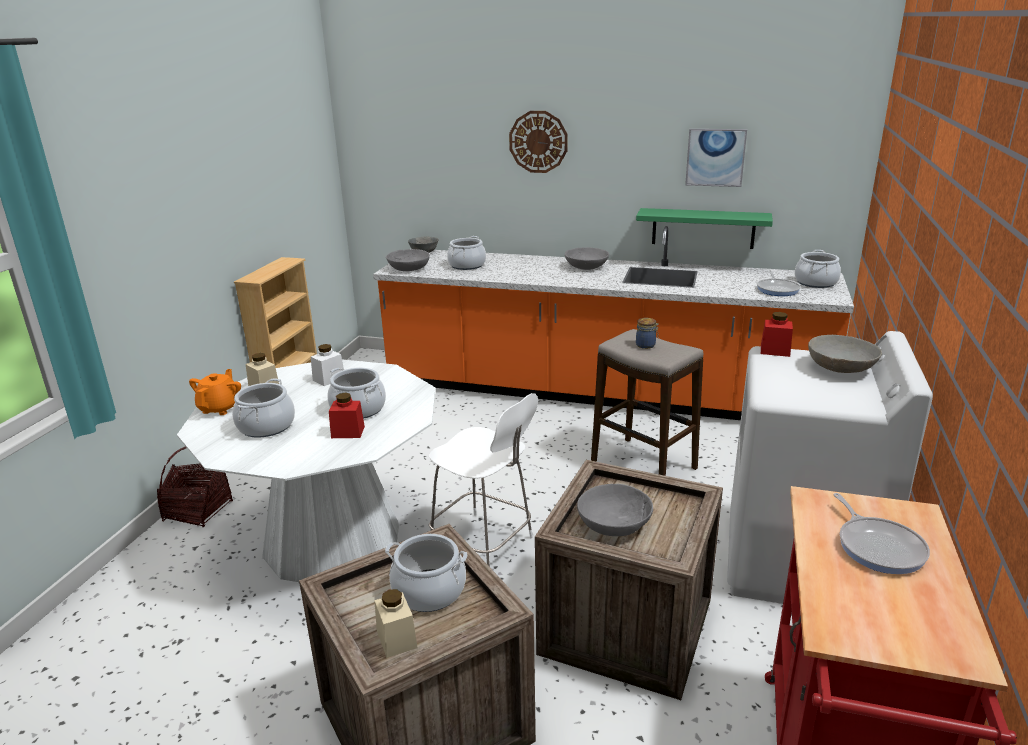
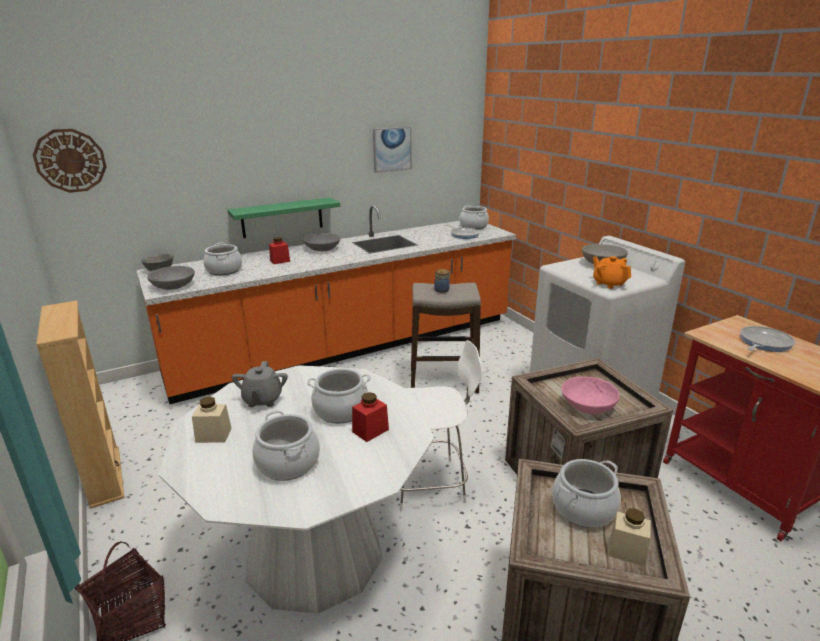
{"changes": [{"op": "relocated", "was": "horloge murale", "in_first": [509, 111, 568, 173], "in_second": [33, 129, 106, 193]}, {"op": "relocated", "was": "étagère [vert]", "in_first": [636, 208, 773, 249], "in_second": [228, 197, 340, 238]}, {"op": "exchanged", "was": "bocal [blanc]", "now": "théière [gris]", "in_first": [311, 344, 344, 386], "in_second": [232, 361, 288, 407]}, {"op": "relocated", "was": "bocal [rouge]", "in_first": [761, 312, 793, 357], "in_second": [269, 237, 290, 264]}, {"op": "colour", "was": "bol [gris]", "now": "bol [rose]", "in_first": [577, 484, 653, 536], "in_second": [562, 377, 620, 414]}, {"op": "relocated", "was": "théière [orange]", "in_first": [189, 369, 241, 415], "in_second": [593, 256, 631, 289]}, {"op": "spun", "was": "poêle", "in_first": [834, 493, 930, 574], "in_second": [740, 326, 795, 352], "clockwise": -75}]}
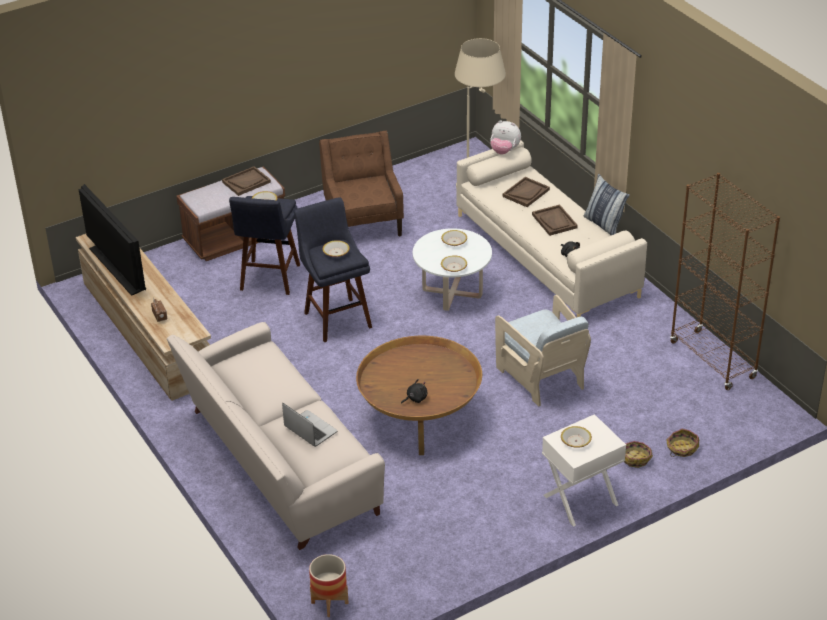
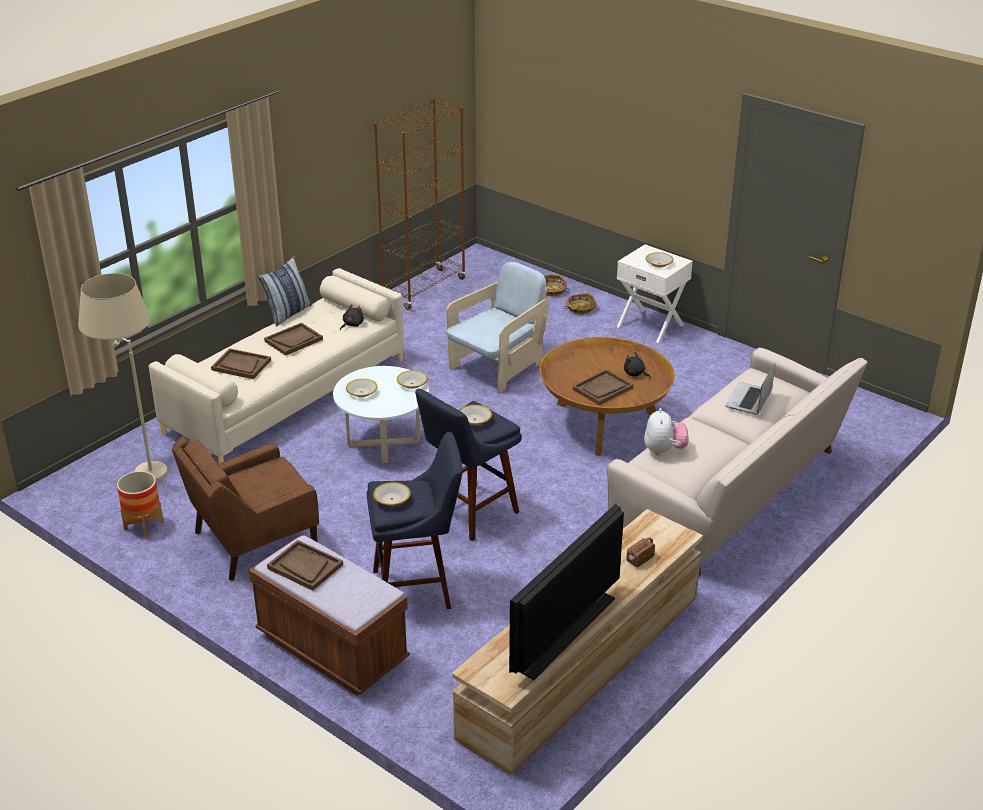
{"changes": [{"op": "relocated", "was": "cache-pot", "in_first": [309, 554, 349, 617], "in_second": [117, 471, 164, 538]}, {"op": "appeared", "now": "plateau [marron]", "in_second": [573, 369, 633, 405]}, {"op": "relocated", "was": "peluche", "in_first": [490, 120, 521, 155], "in_second": [644, 408, 689, 456]}]}
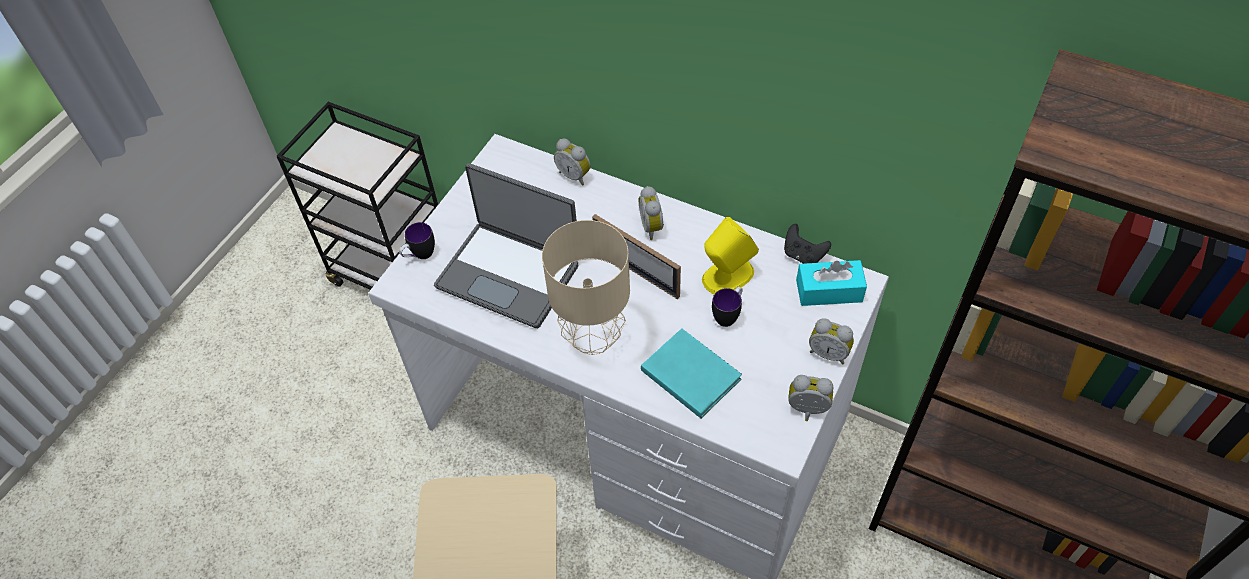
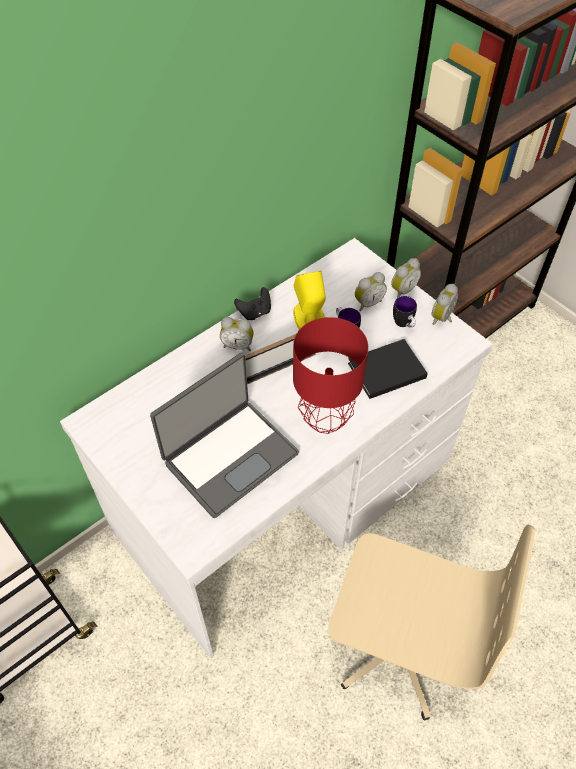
{"changes": [{"op": "relocated", "was": "manette [noir]", "in_first": [784, 224, 831, 264], "in_second": [234, 287, 271, 320]}, {"op": "colour", "was": "lampe de table [beige]", "now": "lampe de table [rouge]", "in_first": [542, 220, 630, 355], "in_second": [293, 317, 368, 434]}, {"op": "colour", "was": "livre [turquoise]", "now": "livre [noir]", "in_first": [641, 328, 742, 418], "in_second": [348, 339, 428, 399]}, {"op": "relocated", "was": "réveil", "in_first": [554, 139, 590, 186], "in_second": [355, 272, 387, 311]}, {"op": "relocated", "was": "mug", "in_first": [399, 222, 435, 259], "in_second": [393, 296, 417, 328]}, {"op": "missing", "was": "boîte à mouchoirs [turquoise]", "in_first": [796, 260, 867, 306]}]}
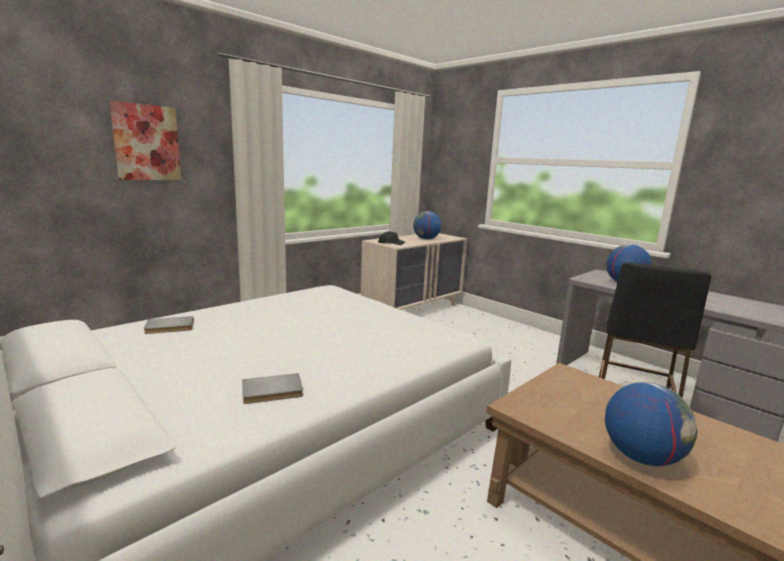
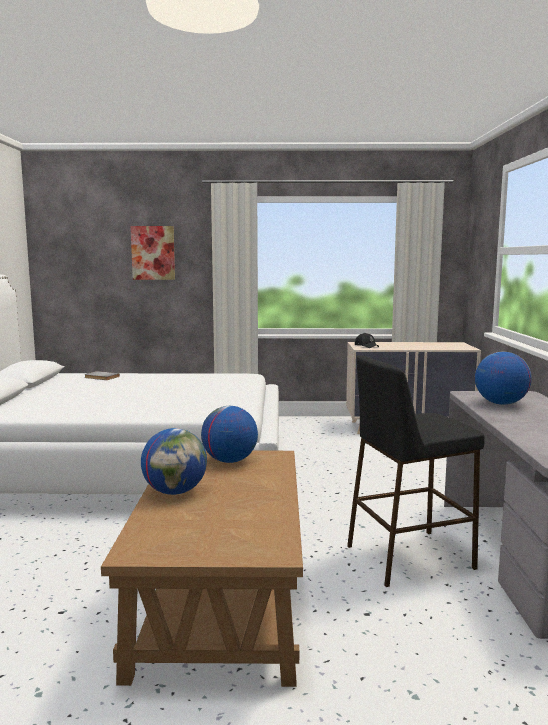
{"changes": [{"op": "relocated", "was": "globe", "in_first": [413, 211, 442, 240], "in_second": [201, 406, 258, 463]}, {"op": "missing", "was": "livre [gris]", "in_first": [242, 373, 303, 404]}]}
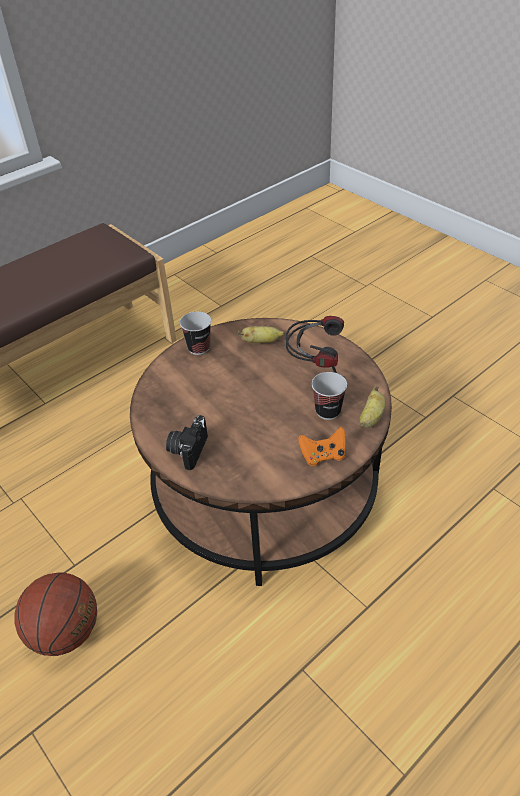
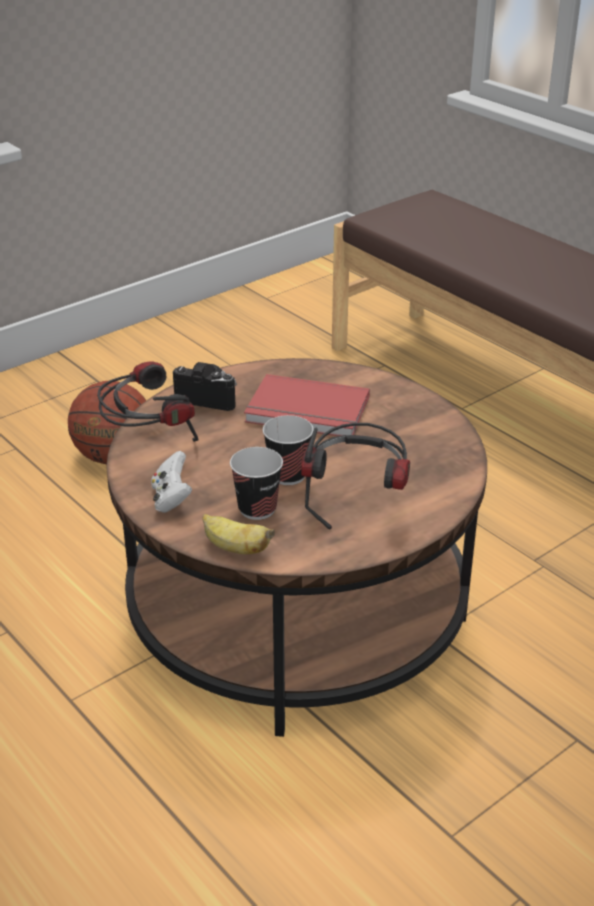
{"changes": [{"op": "appeared", "now": "casque audio", "in_second": [97, 361, 199, 442]}, {"op": "colour", "was": "manette [orange]", "now": "manette [blanc]", "in_first": [298, 427, 346, 466], "in_second": [151, 451, 192, 513]}, {"op": "appeared", "now": "livre [rouge]", "in_second": [244, 374, 370, 436]}, {"op": "relocated", "was": "tasse", "in_first": [180, 312, 211, 355], "in_second": [263, 415, 314, 485]}, {"op": "missing", "was": "banane", "in_first": [238, 326, 284, 343]}]}
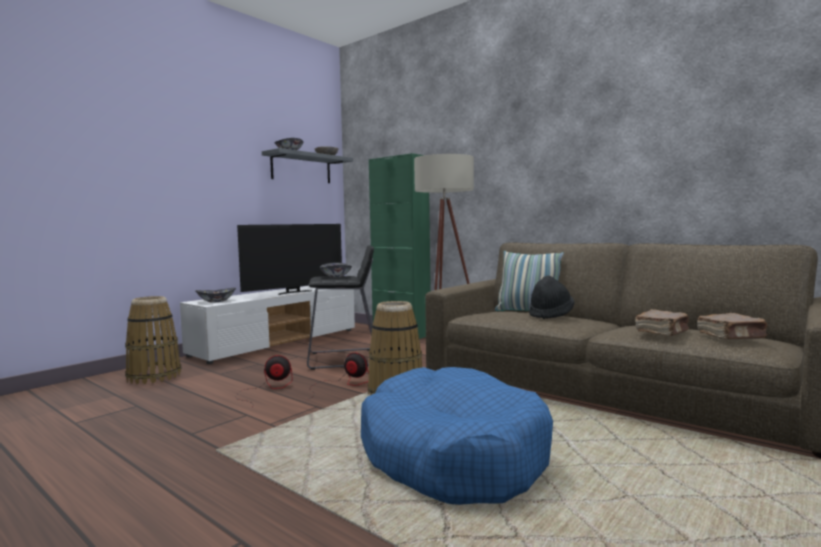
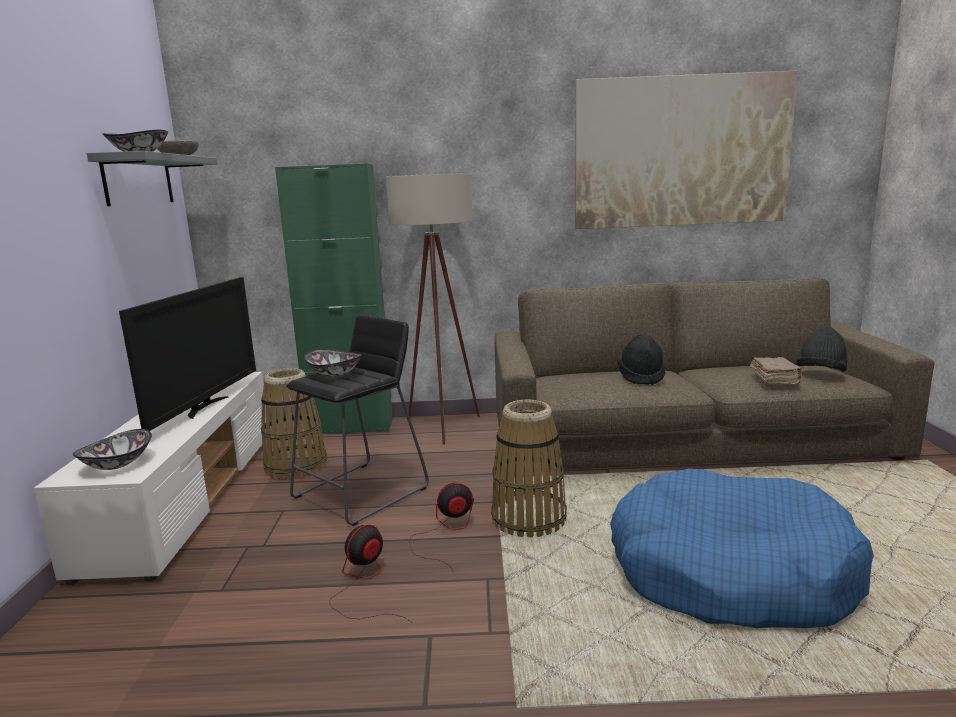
{"changes": [{"op": "relocated", "was": "panier", "in_first": [125, 296, 182, 384], "in_second": [261, 368, 327, 480]}, {"op": "appeared", "now": "tableau", "in_second": [575, 71, 798, 229]}, {"op": "exchanged", "was": "livre [marron]", "now": "chapeau [noir]", "in_first": [697, 313, 767, 340], "in_second": [796, 326, 848, 372]}, {"op": "missing", "was": "coussin", "in_first": [495, 251, 564, 311]}]}
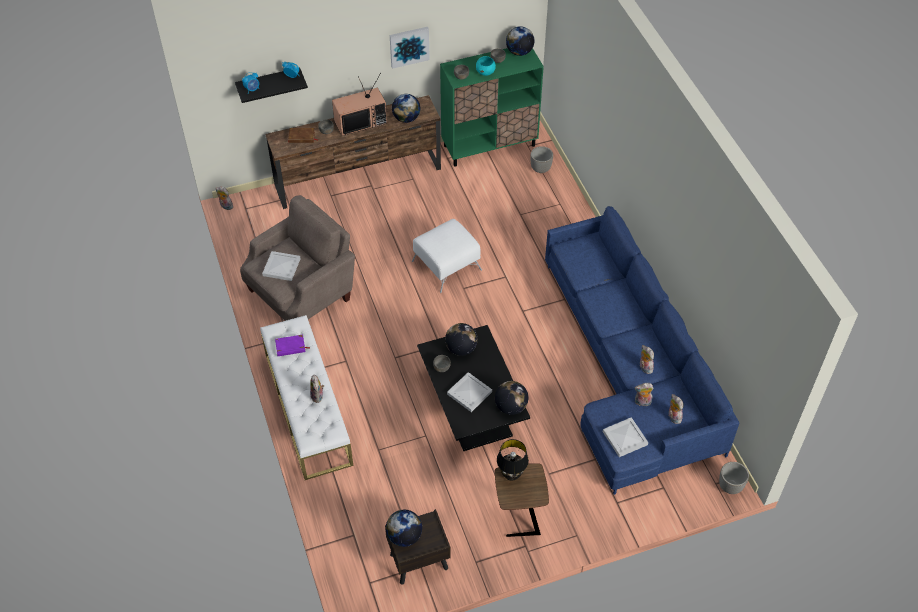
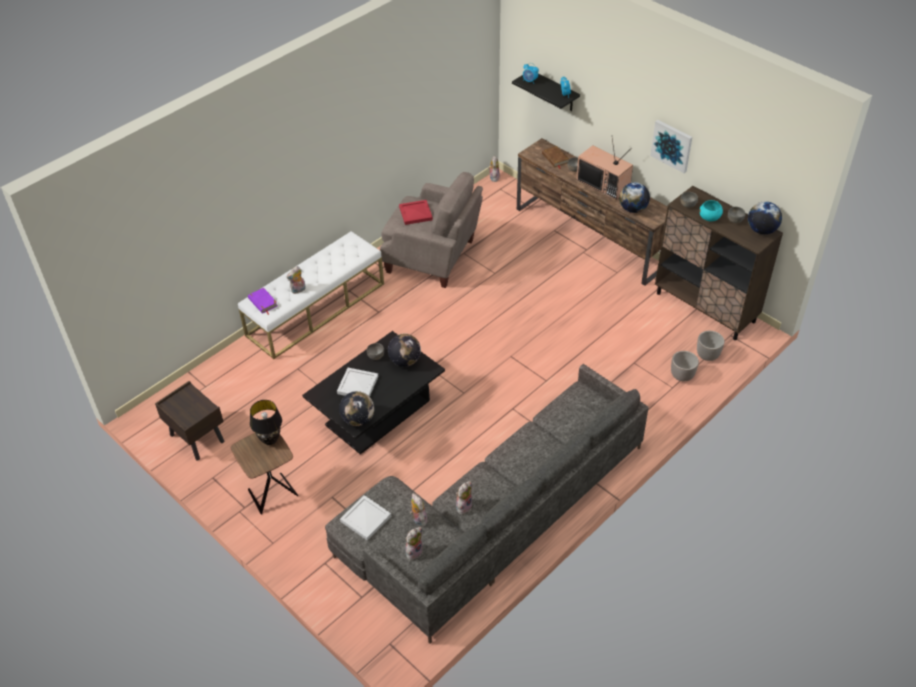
{"changes": [{"op": "relocated", "was": "livre [violet]", "in_first": [275, 335, 310, 356], "in_second": [248, 288, 278, 314]}, {"op": "colour", "was": "canapé [bleu]", "now": "canapé [gris]", "in_first": [545, 206, 740, 495], "in_second": [325, 364, 649, 644]}, {"op": "colour", "was": "plateau [blanc]", "now": "plateau [rouge]", "in_first": [262, 251, 301, 281], "in_second": [399, 200, 433, 225]}, {"op": "colour", "was": "meuble de rangement [vert]", "now": "meuble de rangement [marron]", "in_first": [440, 48, 544, 166], "in_second": [655, 186, 783, 340]}, {"op": "relocated", "was": "cache-pot", "in_first": [719, 462, 749, 494], "in_second": [671, 351, 699, 381]}, {"op": "missing", "was": "globe", "in_first": [386, 510, 422, 547]}, {"op": "missing", "was": "pouf [blanc]", "in_first": [412, 219, 482, 293]}]}
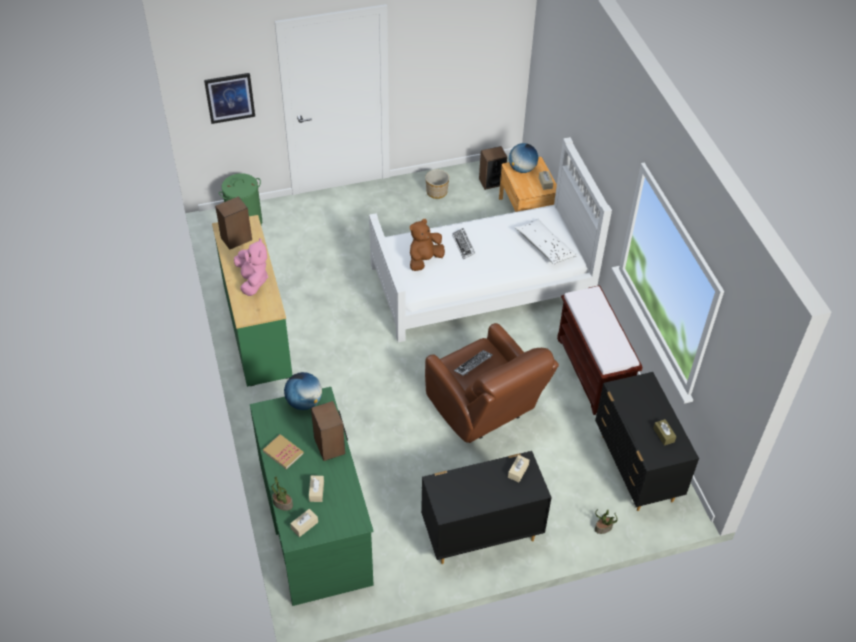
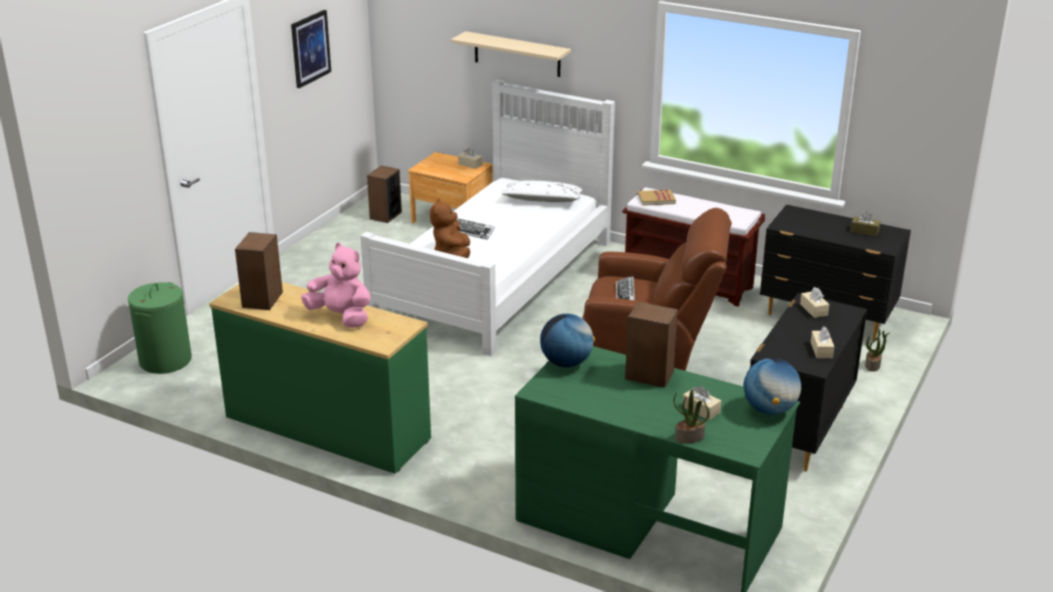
{"changes": [{"op": "relocated", "was": "tableau", "in_first": [204, 73, 255, 124], "in_second": [291, 10, 331, 88]}, {"op": "appeared", "now": "étagère [beige]", "in_second": [451, 31, 571, 77]}, {"op": "relocated", "was": "livre", "in_first": [263, 434, 304, 469], "in_second": [638, 190, 676, 206]}, {"op": "relocated", "was": "globe", "in_first": [509, 143, 538, 173], "in_second": [744, 358, 801, 415]}, {"op": "relocated", "was": "boîte à mouchoirs [beige]", "in_first": [290, 509, 318, 537], "in_second": [811, 326, 834, 358]}, {"op": "missing", "was": "cache-pot", "in_first": [425, 170, 449, 199]}]}
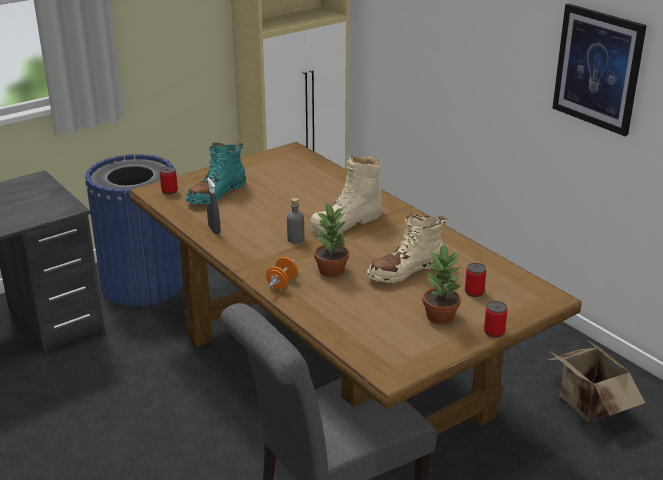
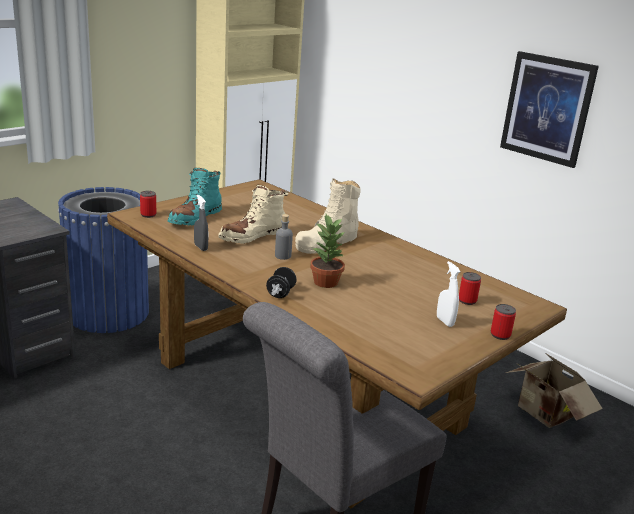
{"changes": [{"op": "relocated", "was": "botte [beige]", "in_first": [367, 213, 447, 283], "in_second": [218, 185, 288, 244]}, {"op": "colour", "was": "haltère [orange]", "now": "haltère [noir]", "in_first": [266, 257, 298, 289], "in_second": [266, 267, 297, 298]}, {"op": "exchanged", "was": "plante en pot", "now": "vaporisateur [blanc]", "in_first": [422, 245, 462, 324], "in_second": [437, 261, 460, 327]}]}
